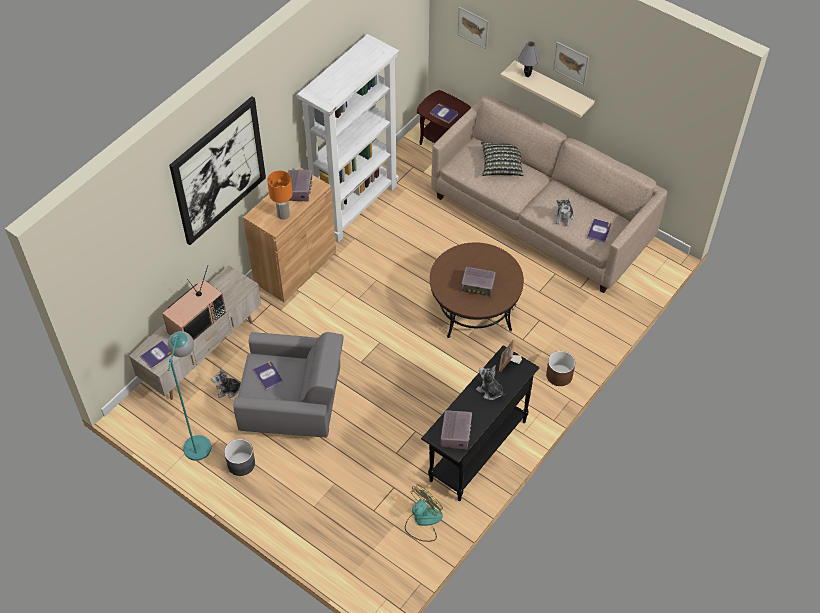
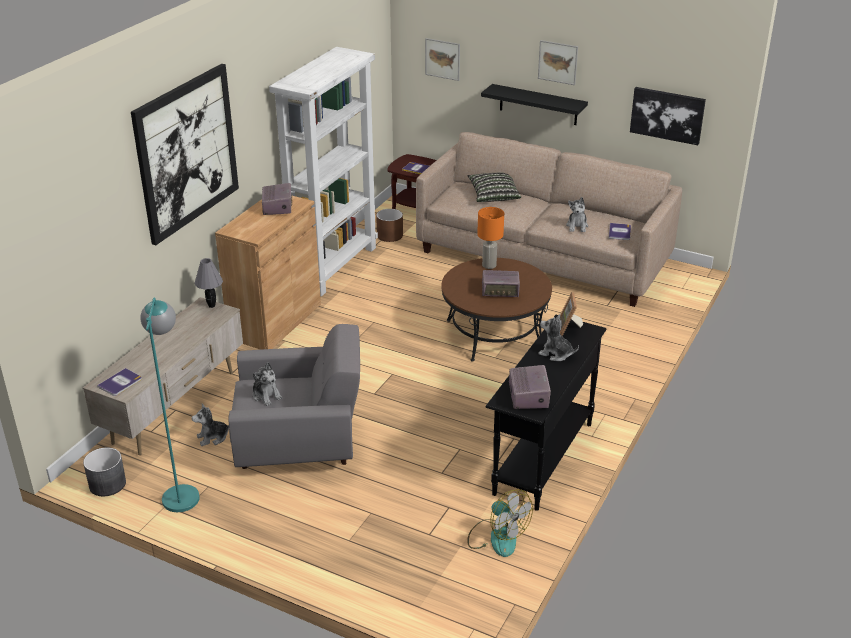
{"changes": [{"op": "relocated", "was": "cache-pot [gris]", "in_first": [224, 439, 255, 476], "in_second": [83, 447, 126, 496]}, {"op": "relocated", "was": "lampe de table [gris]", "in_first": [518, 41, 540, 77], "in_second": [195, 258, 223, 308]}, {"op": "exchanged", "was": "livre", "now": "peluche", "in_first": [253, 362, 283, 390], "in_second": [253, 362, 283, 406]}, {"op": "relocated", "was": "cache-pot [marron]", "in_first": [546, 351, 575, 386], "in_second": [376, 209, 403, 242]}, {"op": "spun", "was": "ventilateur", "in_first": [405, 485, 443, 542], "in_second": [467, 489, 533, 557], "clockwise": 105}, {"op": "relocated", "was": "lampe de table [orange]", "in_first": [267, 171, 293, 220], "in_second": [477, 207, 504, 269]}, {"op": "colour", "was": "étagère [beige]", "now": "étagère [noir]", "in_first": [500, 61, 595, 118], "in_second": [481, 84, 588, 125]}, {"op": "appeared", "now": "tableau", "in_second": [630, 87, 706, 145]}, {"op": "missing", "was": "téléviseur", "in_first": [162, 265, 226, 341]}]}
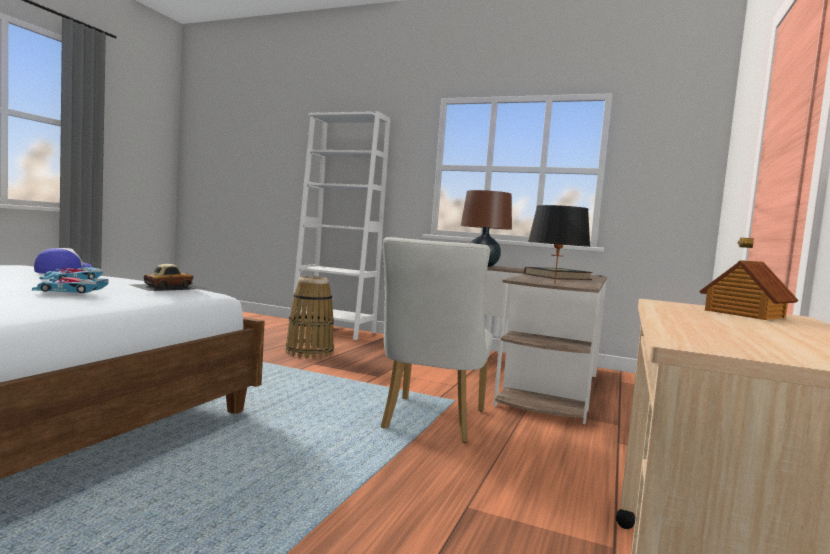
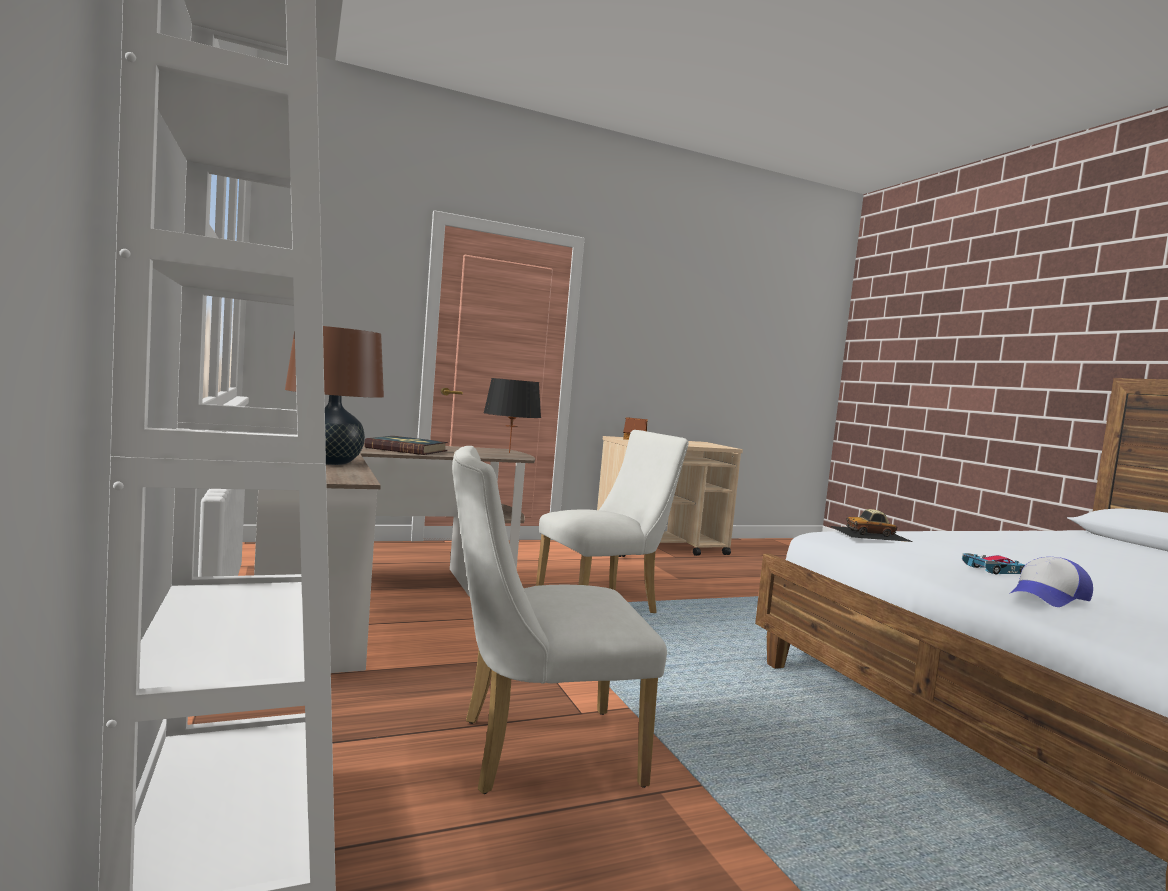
{"changes": [{"op": "exchanged", "was": "panier", "now": "chaise [blanc]", "in_first": [286, 276, 334, 359], "in_second": [452, 446, 667, 794]}, {"op": "missing", "was": "petite voiture", "in_first": [32, 277, 108, 293]}]}
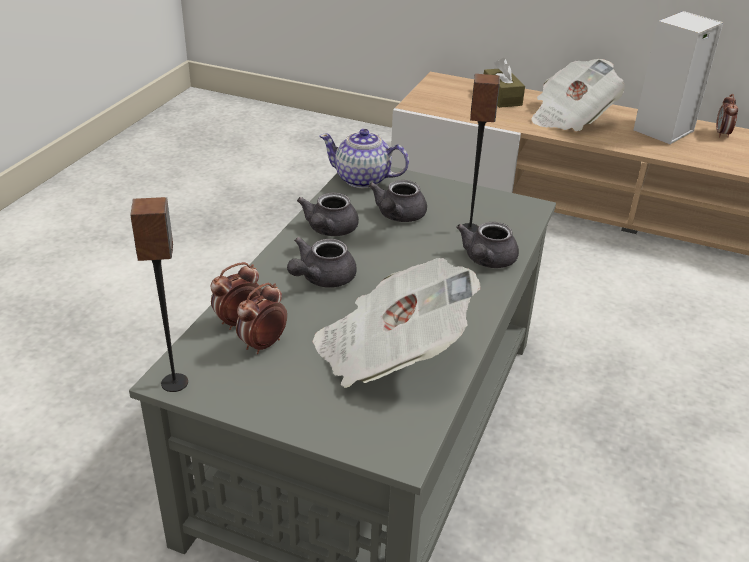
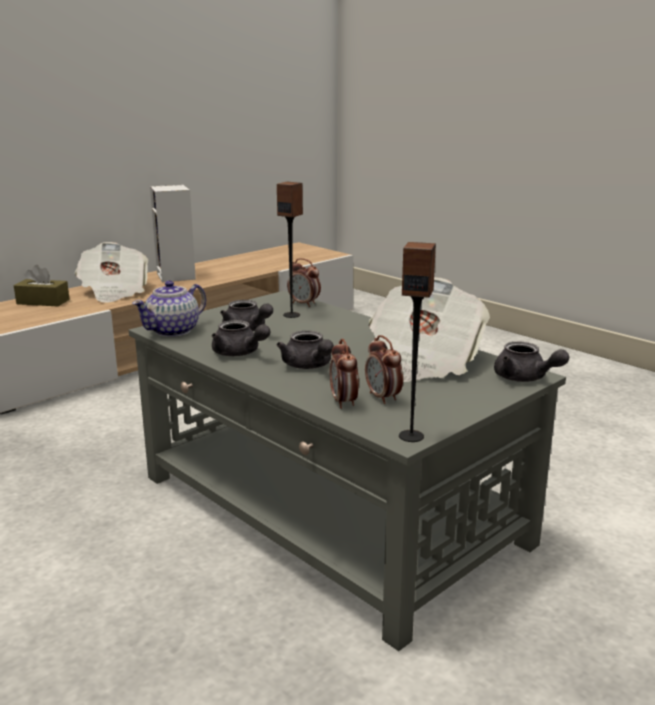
{"changes": [{"op": "relocated", "was": "réveil", "in_first": [716, 94, 738, 138], "in_second": [287, 258, 321, 307]}, {"op": "relocated", "was": "théière [gris]", "in_first": [456, 222, 519, 268], "in_second": [494, 341, 569, 382]}]}
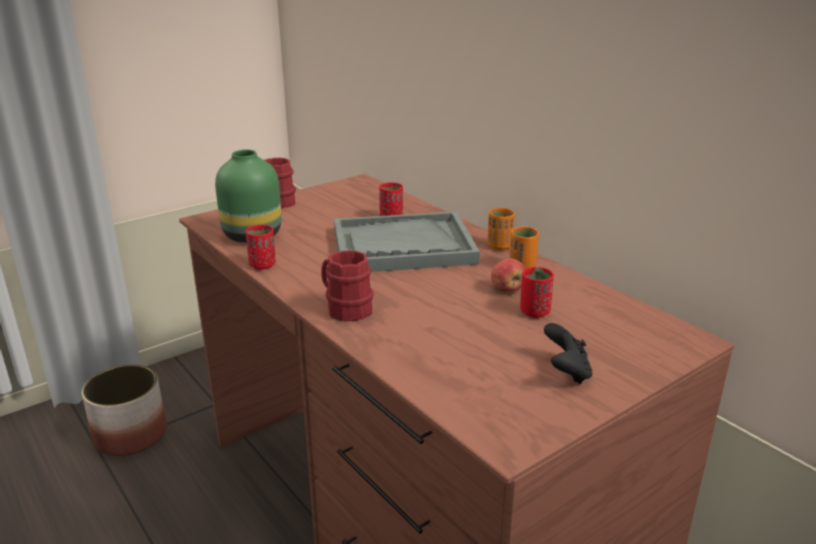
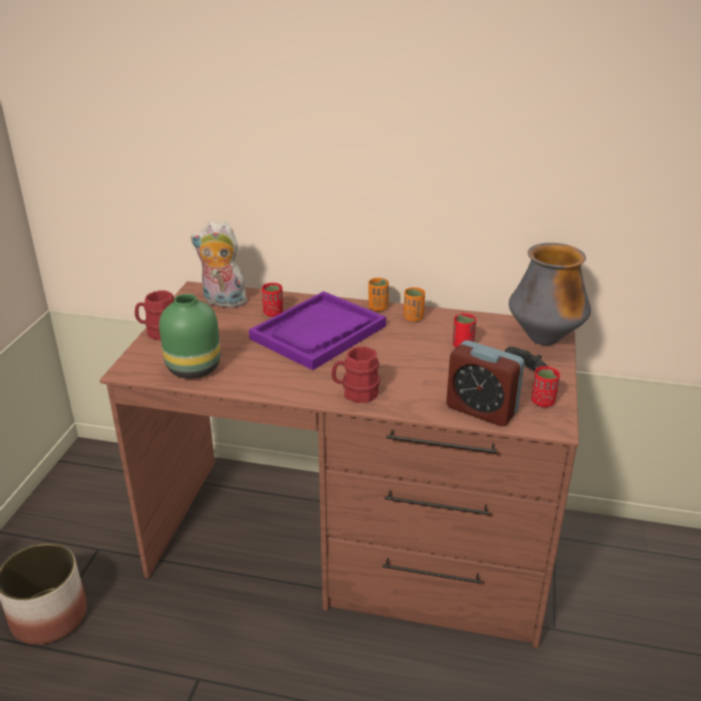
{"changes": [{"op": "appeared", "now": "peluche", "in_second": [191, 221, 252, 310]}, {"op": "colour", "was": "plateau [gris]", "now": "plateau [violet]", "in_first": [334, 212, 480, 272], "in_second": [249, 291, 386, 370]}, {"op": "appeared", "now": "réveil", "in_second": [446, 340, 525, 426]}, {"op": "appeared", "now": "vase", "in_second": [509, 243, 591, 345]}, {"op": "relocated", "was": "tasse [rouge]", "in_first": [246, 225, 276, 270], "in_second": [531, 366, 560, 407]}, {"op": "missing", "was": "pomme", "in_first": [491, 259, 525, 292]}]}
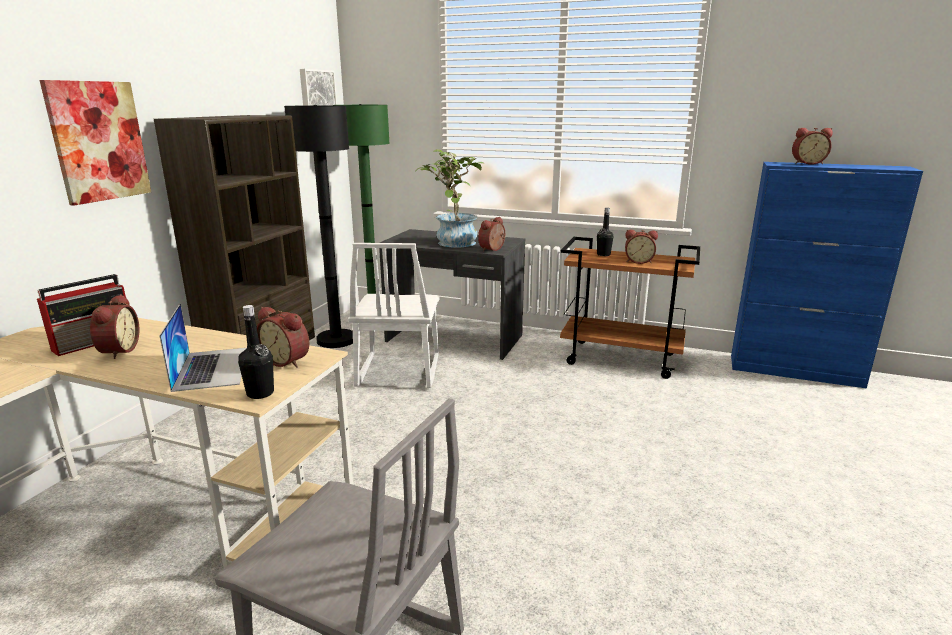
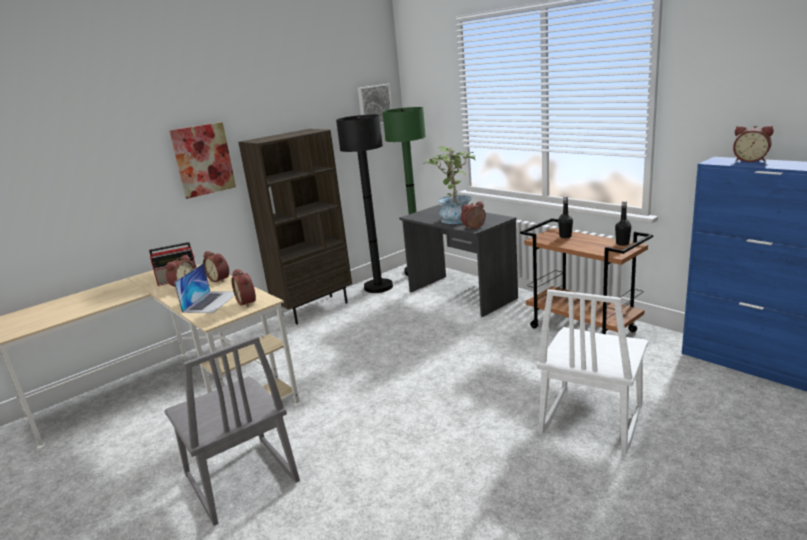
{"changes": [{"op": "relocated", "was": "réveil", "in_first": [625, 230, 658, 264], "in_second": [203, 251, 229, 283]}, {"op": "relocated", "was": "chaise [blanc]", "in_first": [348, 243, 439, 388], "in_second": [537, 289, 648, 455]}, {"op": "relocated", "was": "bouteille [noir]", "in_first": [238, 305, 274, 399], "in_second": [615, 201, 632, 246]}]}
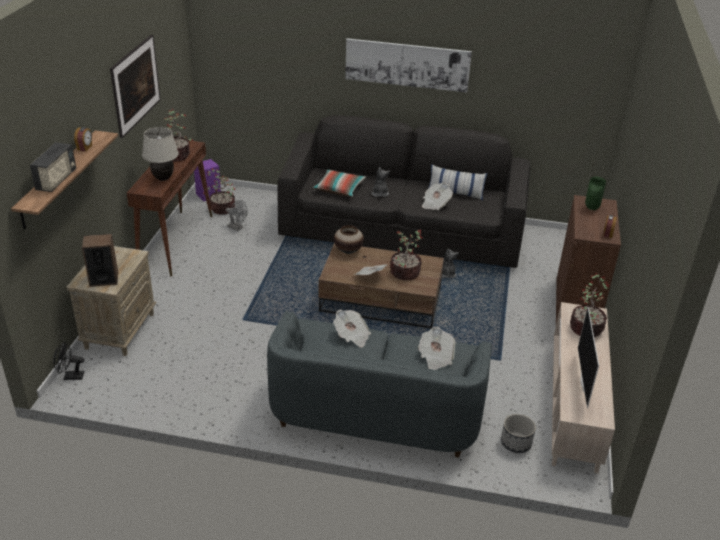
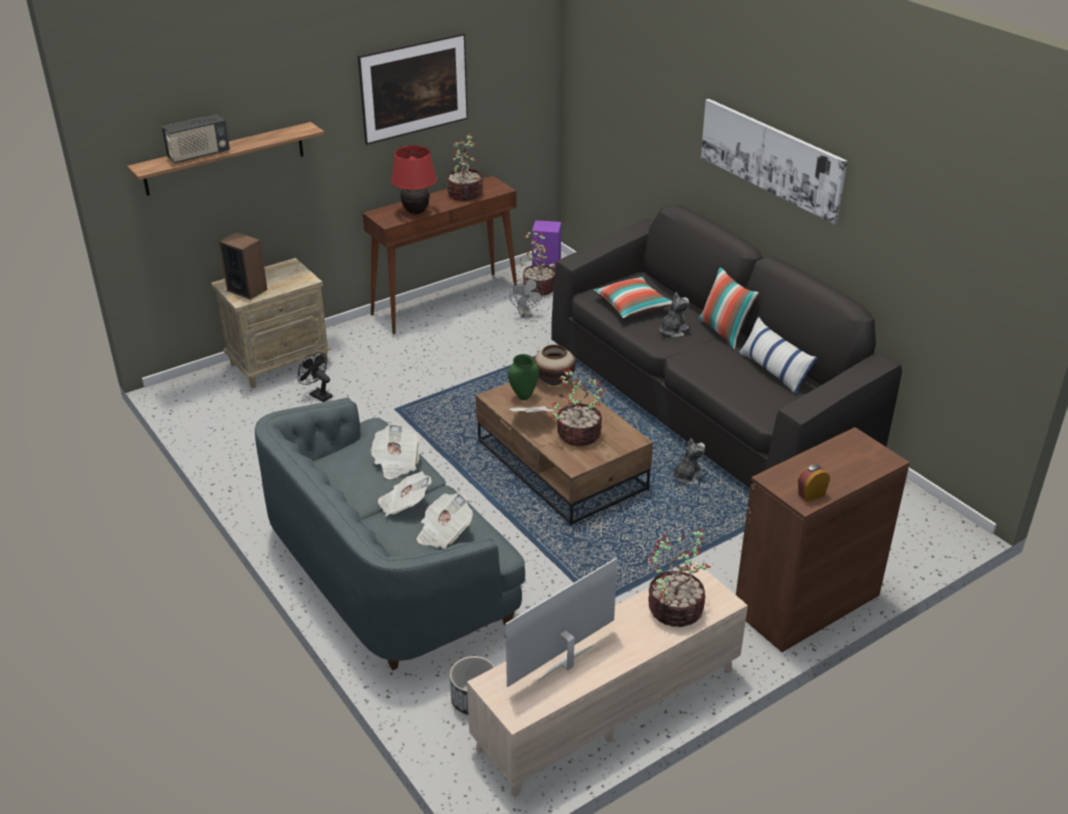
{"changes": [{"op": "relocated", "was": "ventilateur [noir]", "in_first": [53, 342, 84, 380], "in_second": [298, 352, 333, 402]}, {"op": "relocated", "was": "journal", "in_first": [422, 183, 453, 210], "in_second": [378, 472, 431, 516]}, {"op": "colour", "was": "lampe de table [beige]", "now": "lampe de table [rouge]", "in_first": [142, 127, 179, 181], "in_second": [391, 145, 437, 215]}, {"op": "relocated", "was": "vase [vert]", "in_first": [585, 177, 606, 210], "in_second": [508, 354, 539, 401]}, {"op": "appeared", "now": "coussin", "in_second": [698, 268, 759, 349]}, {"op": "missing", "was": "réveil", "in_first": [74, 127, 92, 152]}]}
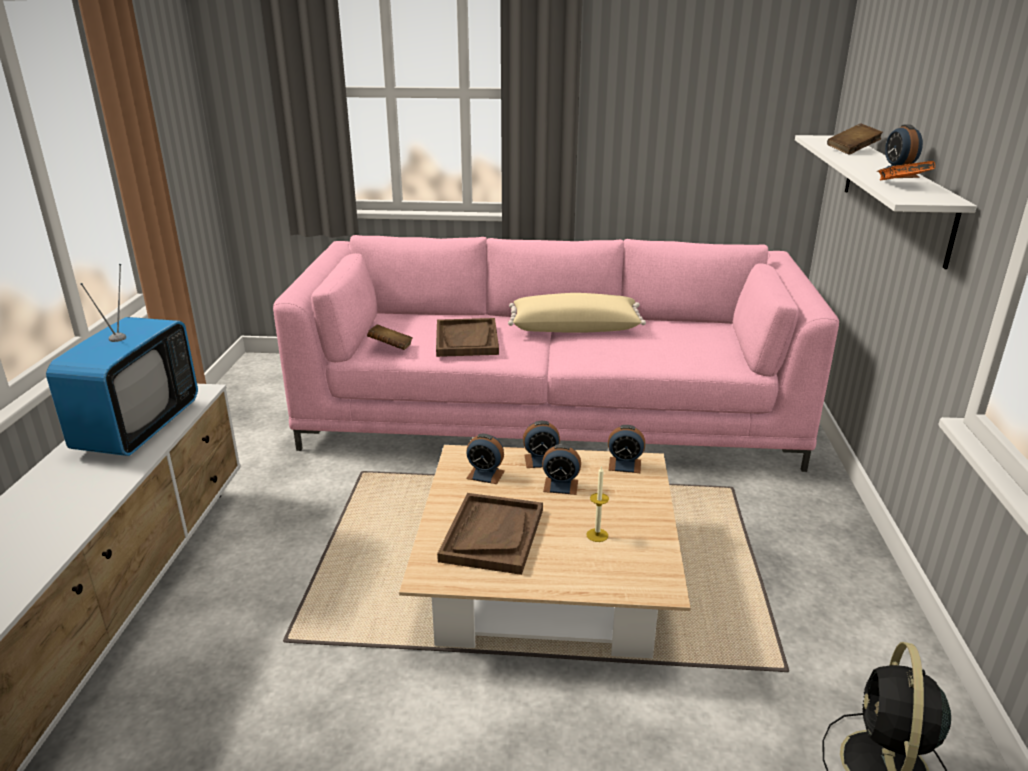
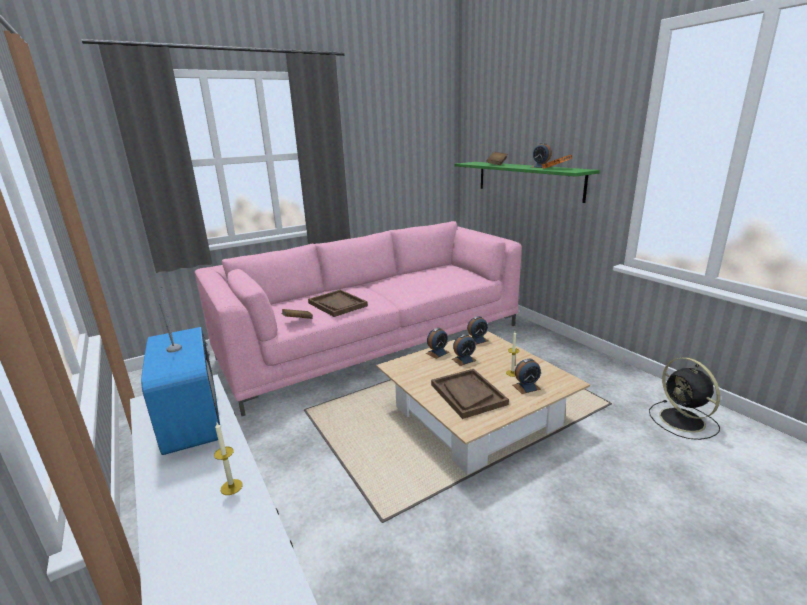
{"changes": [{"op": "appeared", "now": "bougie", "in_second": [214, 423, 243, 495]}, {"op": "colour", "was": "étagère [blanc]", "now": "étagère [vert]", "in_first": [795, 135, 977, 269], "in_second": [455, 162, 600, 203]}, {"op": "relocated", "was": "réveil", "in_first": [466, 434, 505, 484], "in_second": [513, 359, 541, 394]}, {"op": "missing", "was": "coussin [beige]", "in_first": [508, 293, 646, 333]}]}
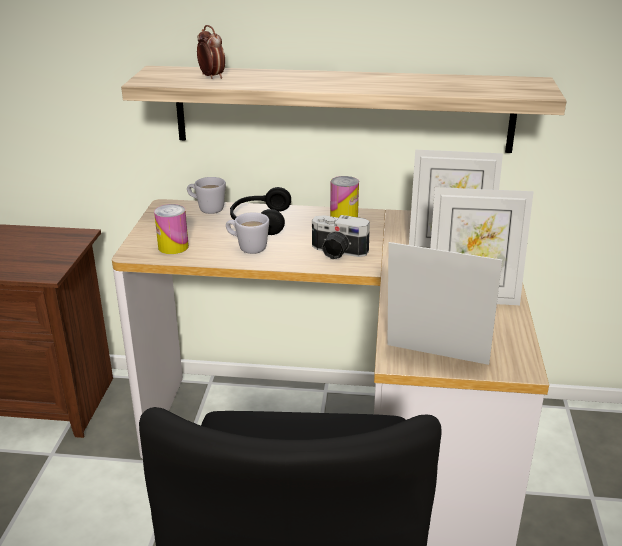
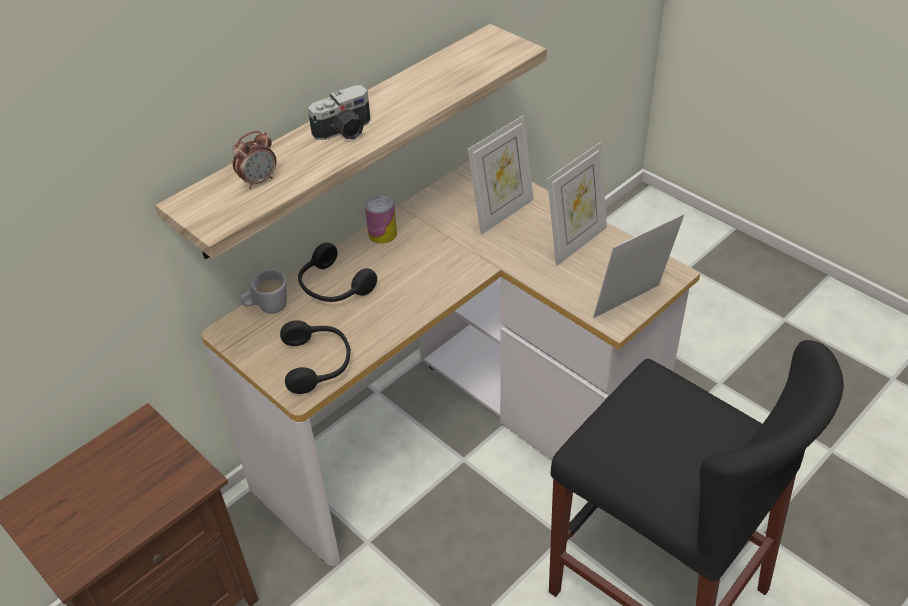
{"changes": [{"op": "spun", "was": "réveil", "in_first": [197, 25, 225, 79], "in_second": [232, 131, 276, 189], "clockwise": 135}, {"op": "exchanged", "was": "boîte métallique", "now": "casque audio [noir]", "in_first": [154, 204, 189, 254], "in_second": [280, 320, 351, 394]}, {"op": "relocated", "was": "appareil photo", "in_first": [312, 215, 370, 259], "in_second": [308, 85, 371, 140]}, {"op": "missing", "was": "mug [blanc]", "in_first": [226, 213, 269, 254]}]}
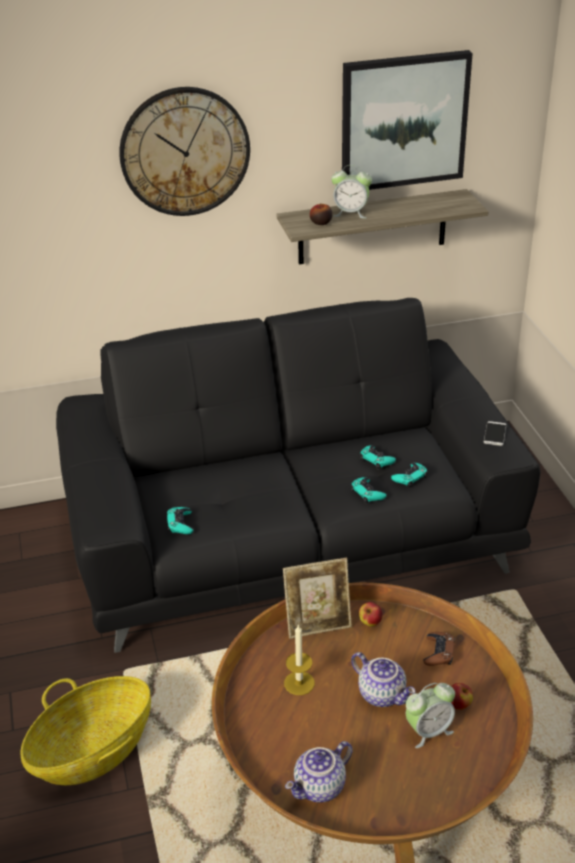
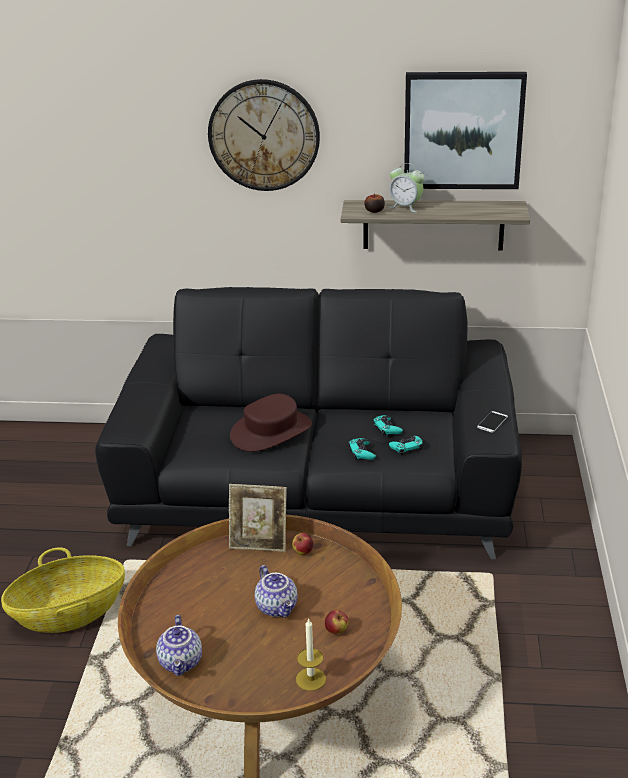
{"changes": [{"op": "spun", "was": "théière", "in_first": [285, 741, 353, 803], "in_second": [156, 615, 202, 676], "clockwise": -75}, {"op": "appeared", "now": "chapeau [marron]", "in_second": [230, 394, 312, 452]}, {"op": "relocated", "was": "bougie", "in_first": [284, 625, 315, 695], "in_second": [296, 618, 326, 691]}, {"op": "missing", "was": "manette [turquoise]", "in_first": [167, 507, 194, 534]}, {"op": "missing", "was": "réveil", "in_first": [406, 683, 455, 748]}, {"op": "missing", "was": "manette [marron]", "in_first": [424, 632, 455, 666]}]}
